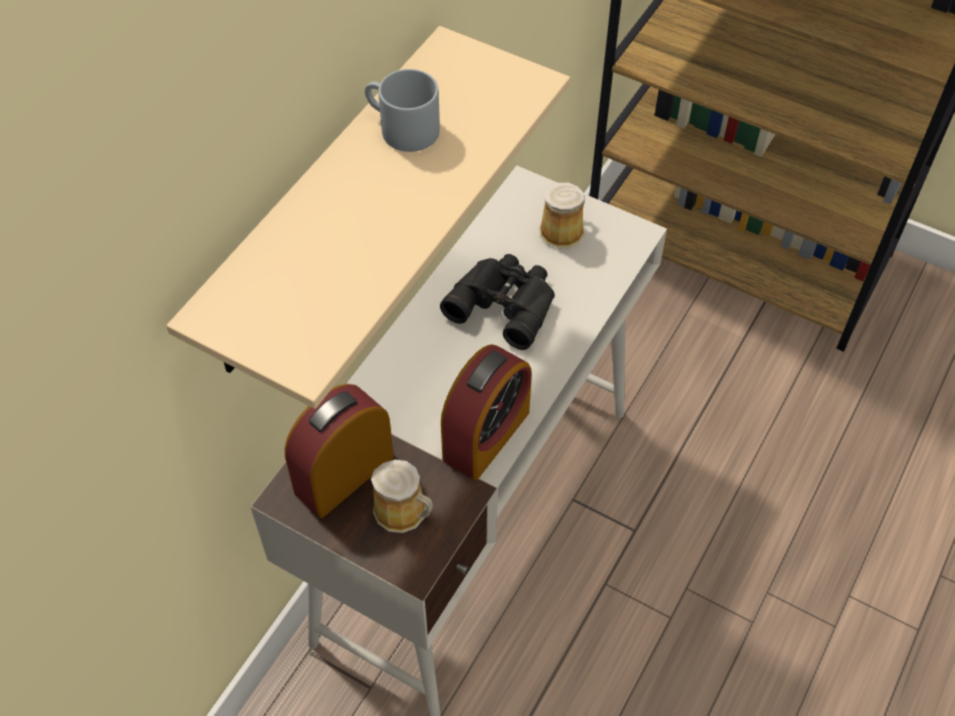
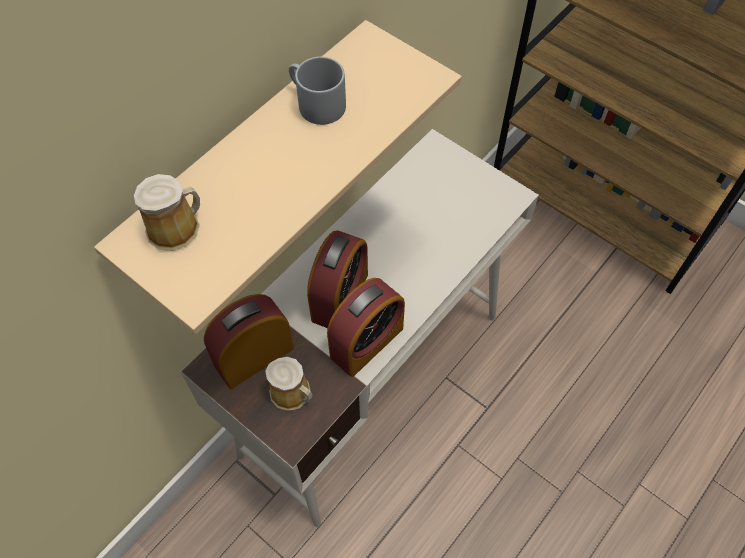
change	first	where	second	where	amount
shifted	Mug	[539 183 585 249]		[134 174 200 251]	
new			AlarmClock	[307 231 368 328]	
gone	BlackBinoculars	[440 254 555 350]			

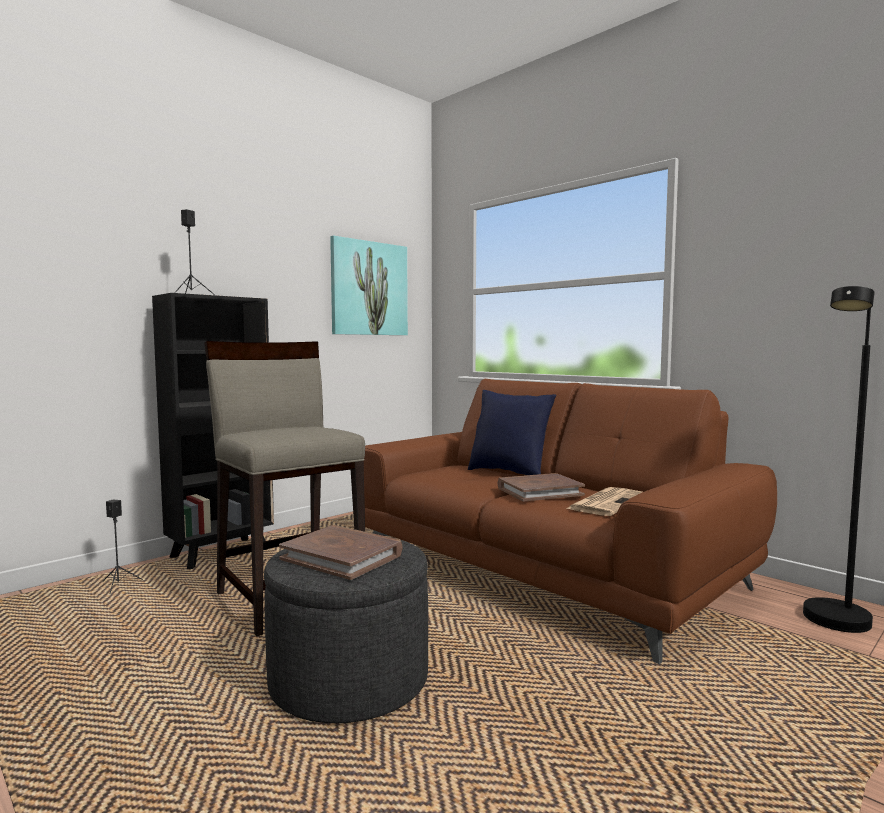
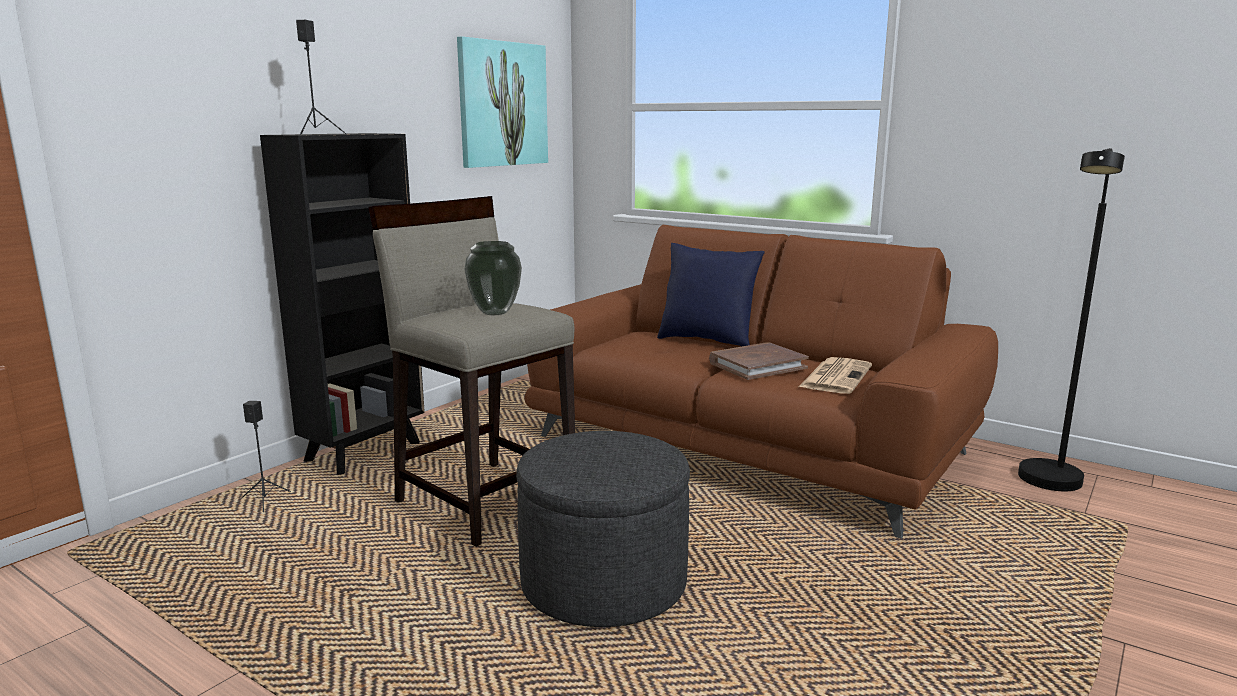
change	first	where	second	where	amount
new			Vase	[464 241 522 315]	
gone	BrownBook	[279 525 403 580]			

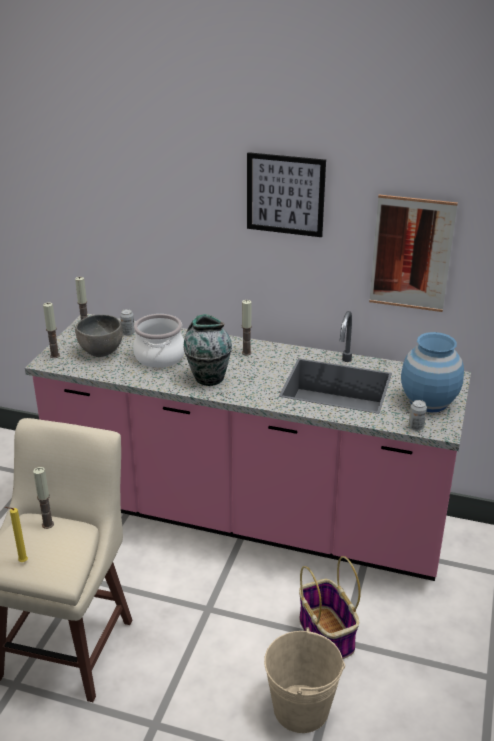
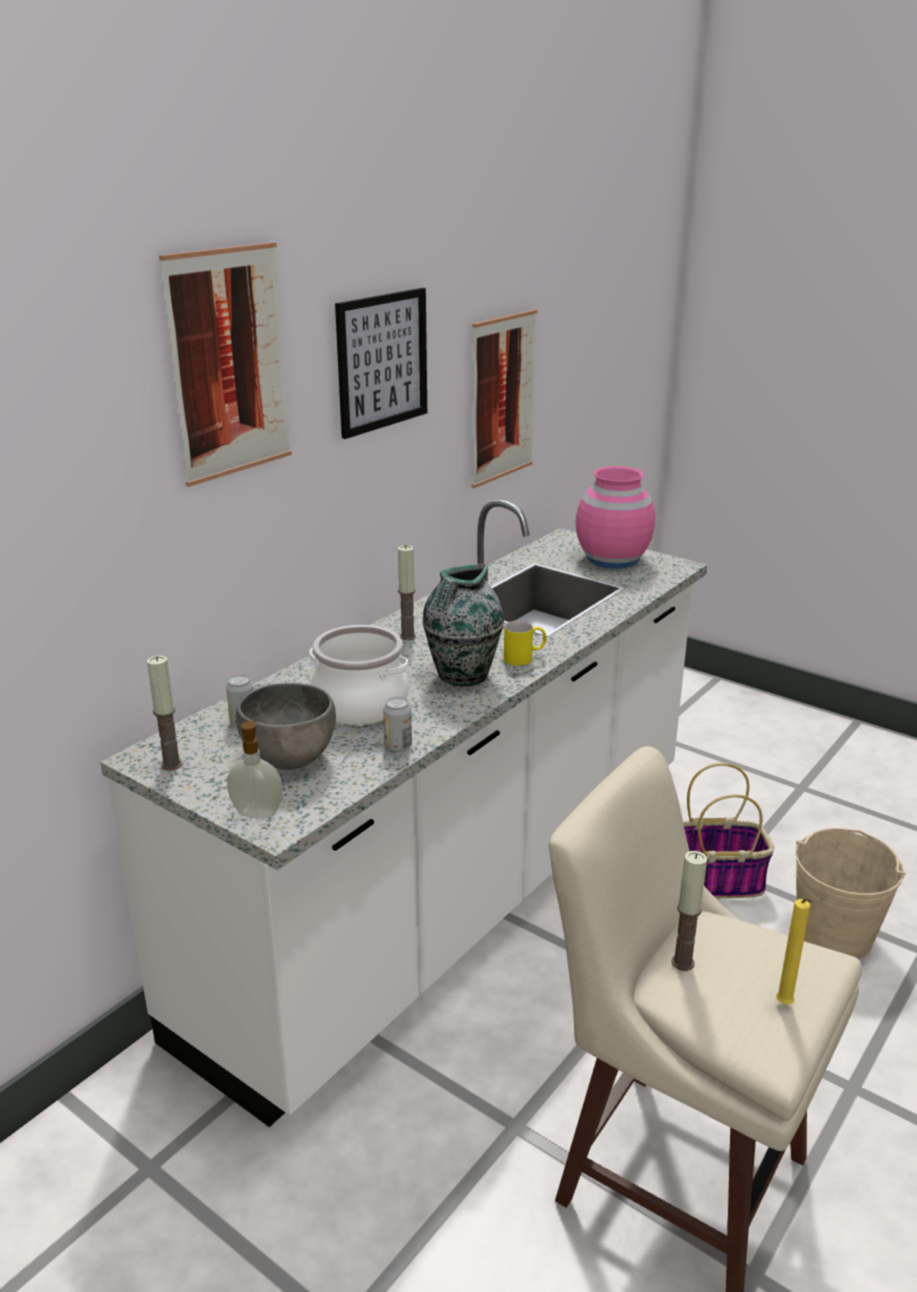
change	first	where	second	where	amount
repainted	PinkCounter	[25 311 471 581]	WhiteCounter	[100 500 707 1127]	
new			Picture	[159 242 292 487]	
swapped	Candle	[43 302 60 358]	SoapDispenser	[227 719 283 818]	
shifted	Can	[408 400 427 431]		[383 697 412 752]	
new			YellowMug	[504 621 547 666]	
repainted	BlueVase	[401 332 464 413]	PinkVase	[576 466 655 569]	

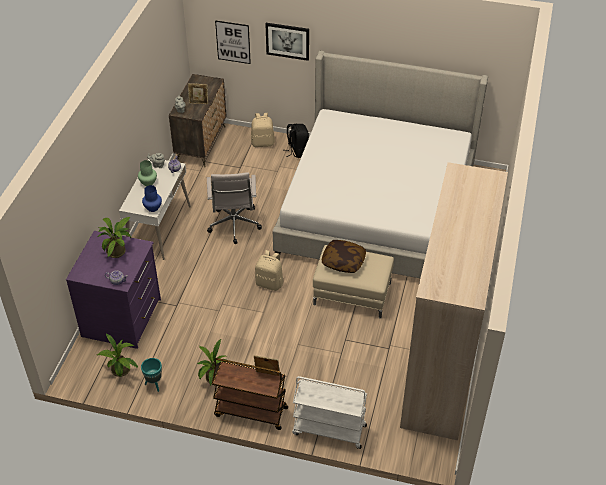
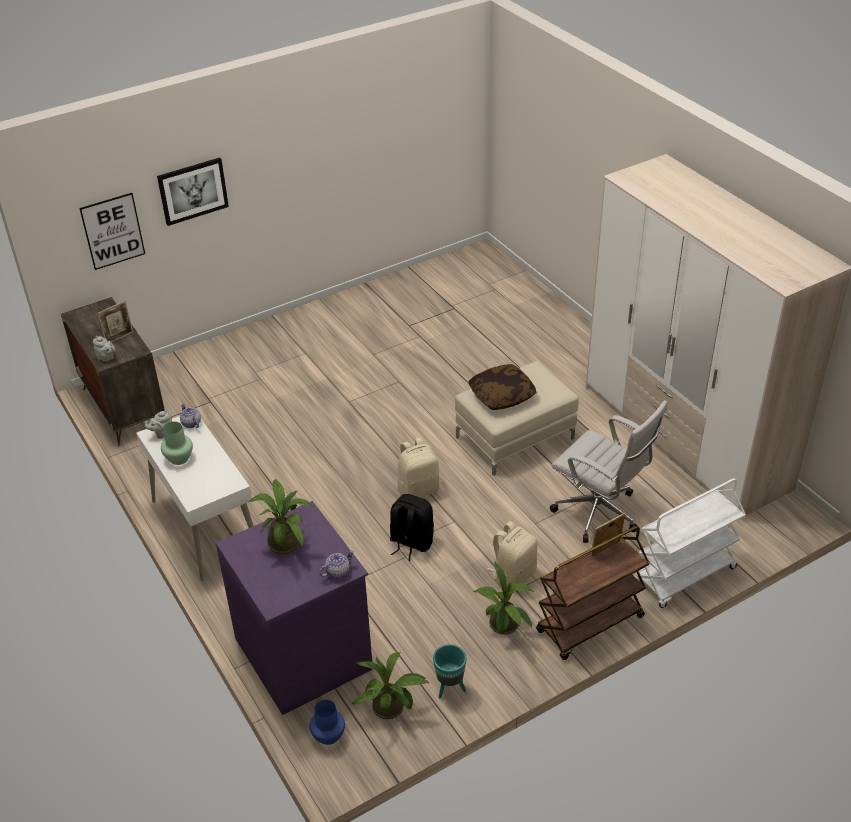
change	first	where	second	where	amount
shifted	BlueVase	[142 185 162 212]		[309 700 345 745]	
shifted	BlackBackpack	[285 124 309 158]		[390 494 434 561]	
shifted	BeigeBackpack	[251 113 275 147]		[487 521 538 586]	
shifted	WhiteOfficeChair	[207 172 262 244]		[550 400 667 543]	
gone	Bed	[273 51 488 278]			

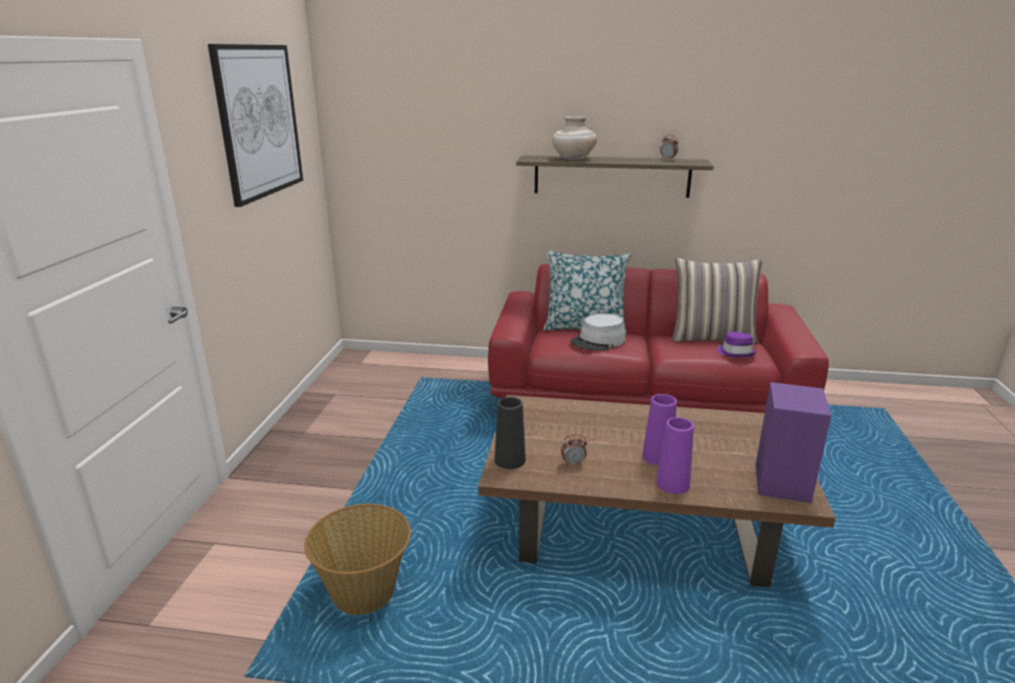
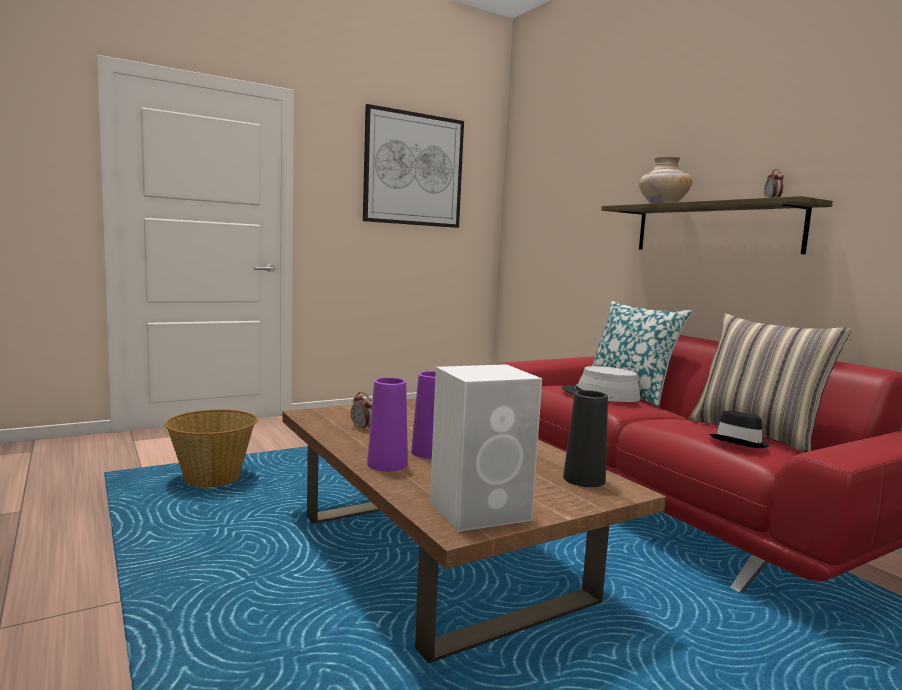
change	first	where	second	where	amount
repainted	PurpleSpeaker	[756 382 831 503]	WhiteSpeaker	[430 364 542 532]	
shifted	BlackVase	[494 397 526 469]		[563 390 608 487]	
repainted	PurpleHat	[717 332 757 357]	BlackHat	[709 411 770 448]	

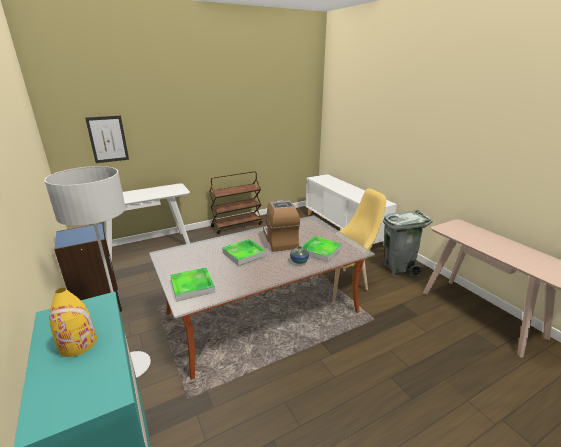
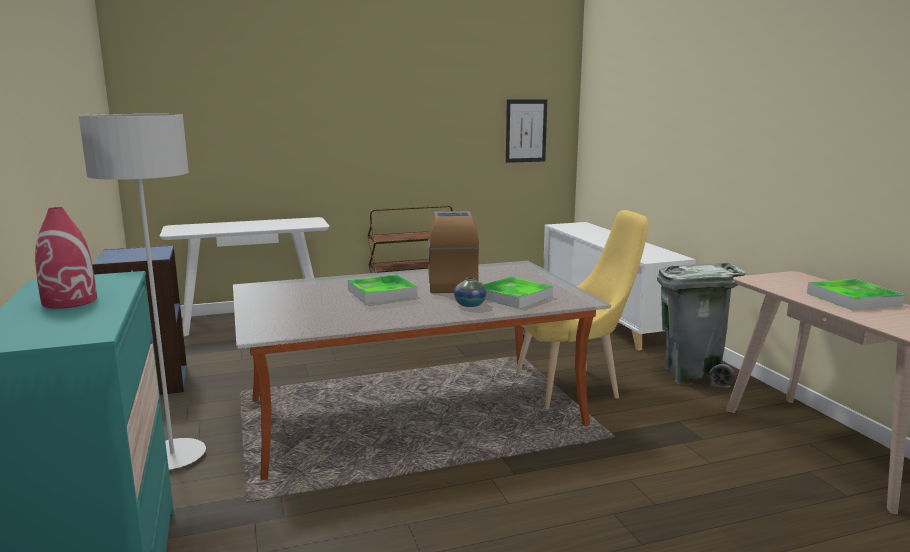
change	first	where	second	where	amount
repainted	YellowVase	[49 288 97 357]	RedVase	[35 207 97 309]	
shifted	Picture	[85 116 129 163]		[506 99 547 163]	
shifted	Tray	[170 267 215 302]		[807 279 905 310]	

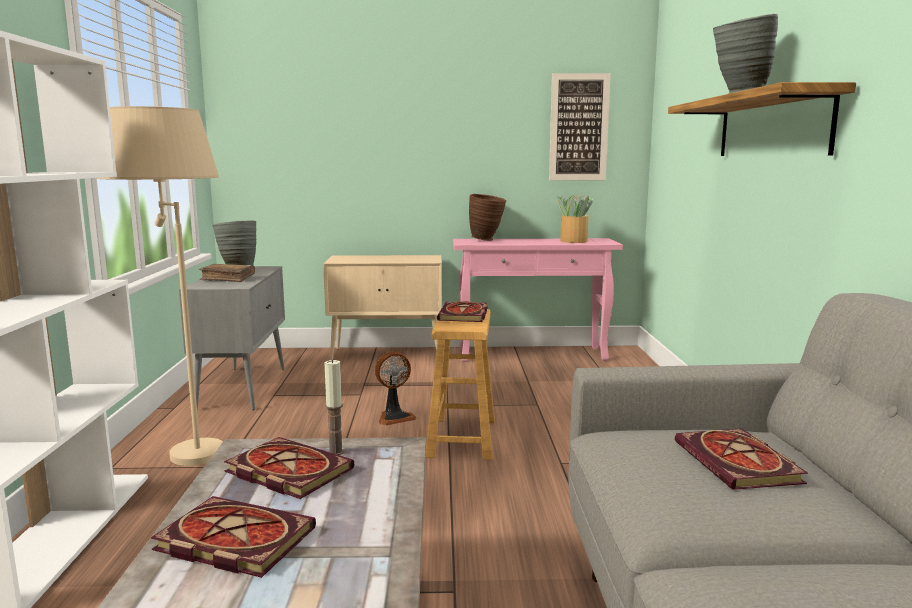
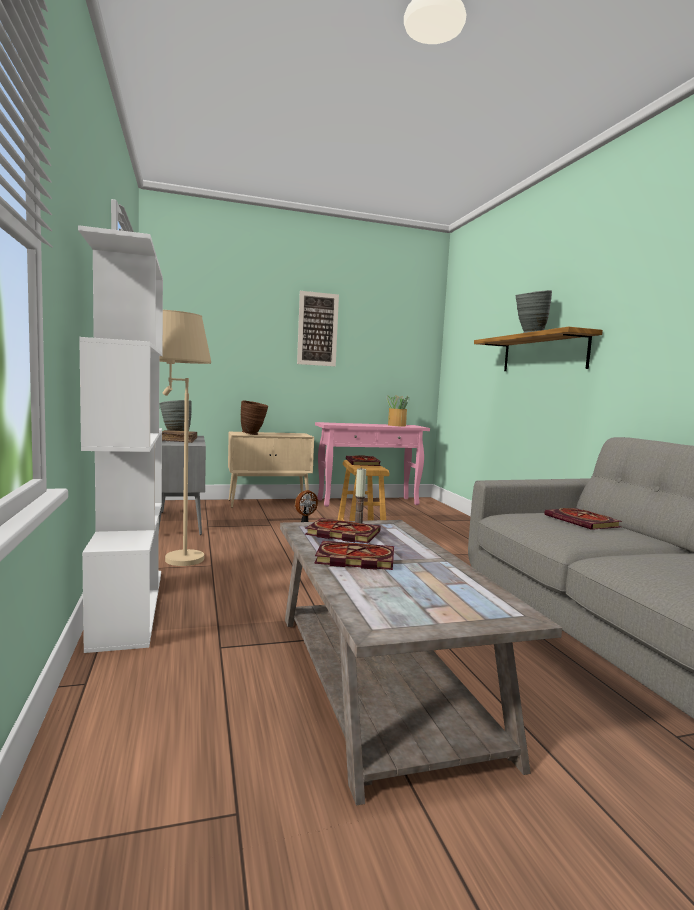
change	first	where	second	where	amount
shifted	BrownVase	[469 194 506 241]		[241 400 268 435]	
shifted	Picture	[549 73 611 180]		[297 291 339 366]	

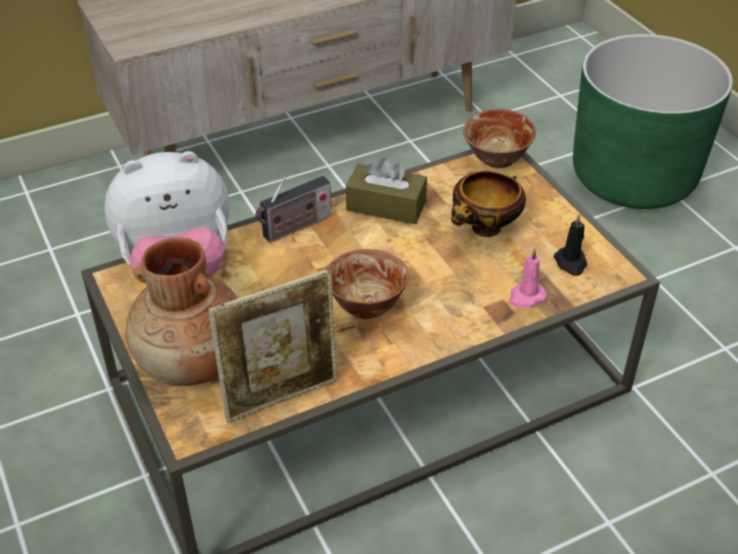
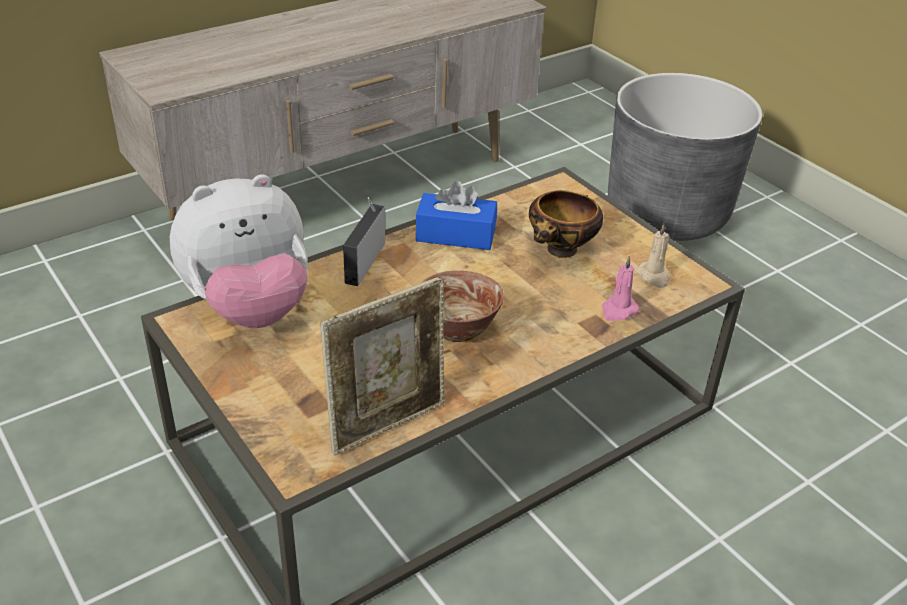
change	first	where	second	where	amount
rotated	Radio	[255 176 331 243]		[343 197 385 286]	150 degrees clockwise
repainted	BrownTissueBox	[346 157 427 224]	BlueTissueBox	[416 181 497 250]	
repainted	GreenPlanter	[573 34 733 209]	GreyPlanter	[608 73 762 241]	
repainted	BlackCandle	[553 214 587 276]	BeigeCandle	[636 223 671 288]	
gone	BrownVase	[125 238 238 386]			
gone	Bowl	[463 109 536 168]			

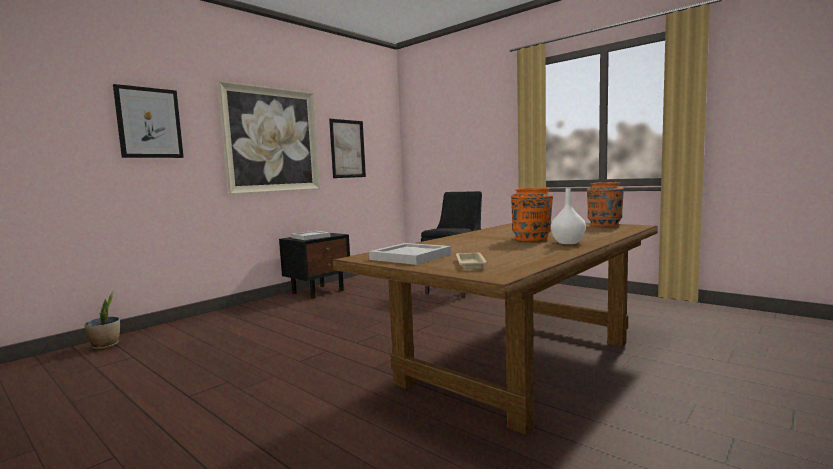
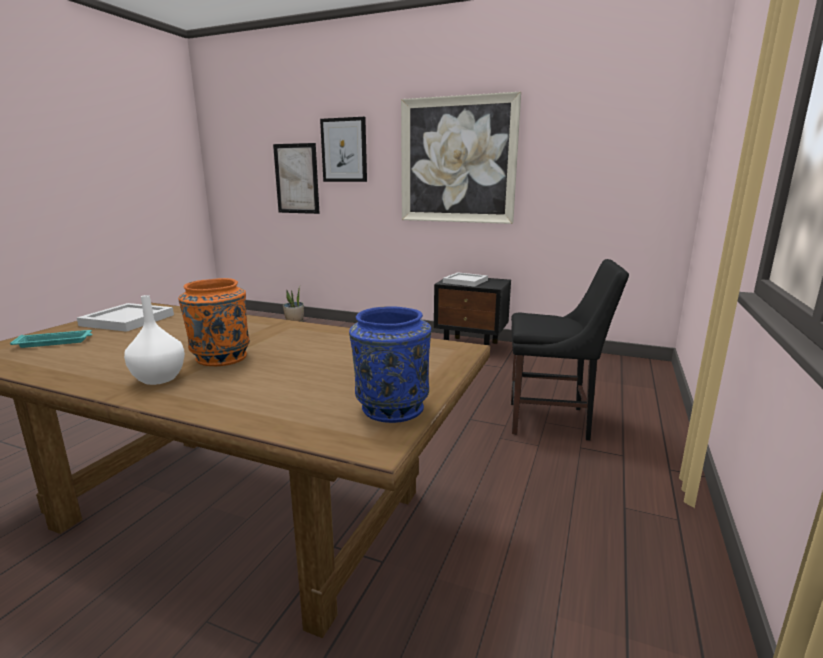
change	first	where	second	where	amount
repainted	BeigeTray	[456 253 488 269]	TurquoiseTray	[10 330 93 348]	
shifted	Picture	[329 119 366 178]		[273 143 320 214]	
repainted	OrangeVase	[587 182 624 227]	BlueVase	[349 306 431 423]	

